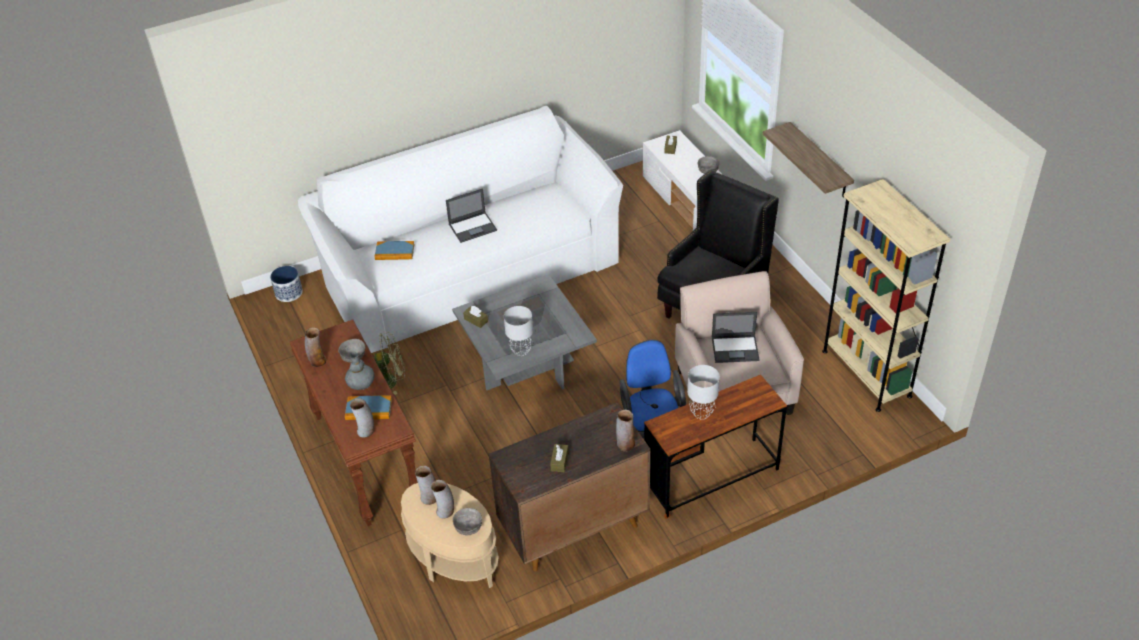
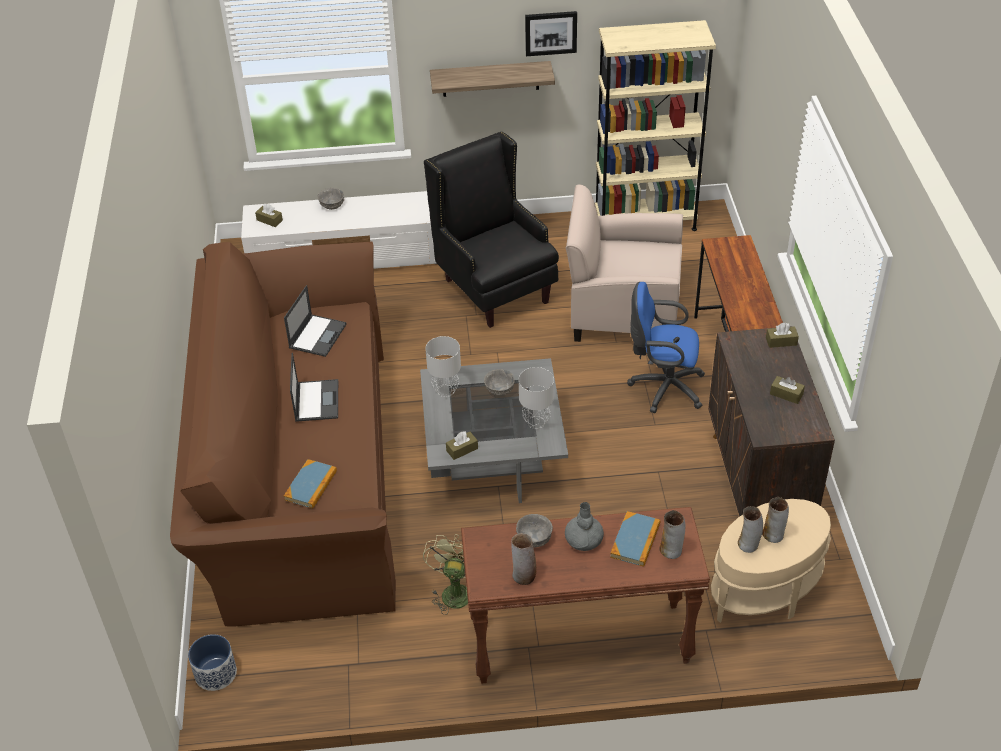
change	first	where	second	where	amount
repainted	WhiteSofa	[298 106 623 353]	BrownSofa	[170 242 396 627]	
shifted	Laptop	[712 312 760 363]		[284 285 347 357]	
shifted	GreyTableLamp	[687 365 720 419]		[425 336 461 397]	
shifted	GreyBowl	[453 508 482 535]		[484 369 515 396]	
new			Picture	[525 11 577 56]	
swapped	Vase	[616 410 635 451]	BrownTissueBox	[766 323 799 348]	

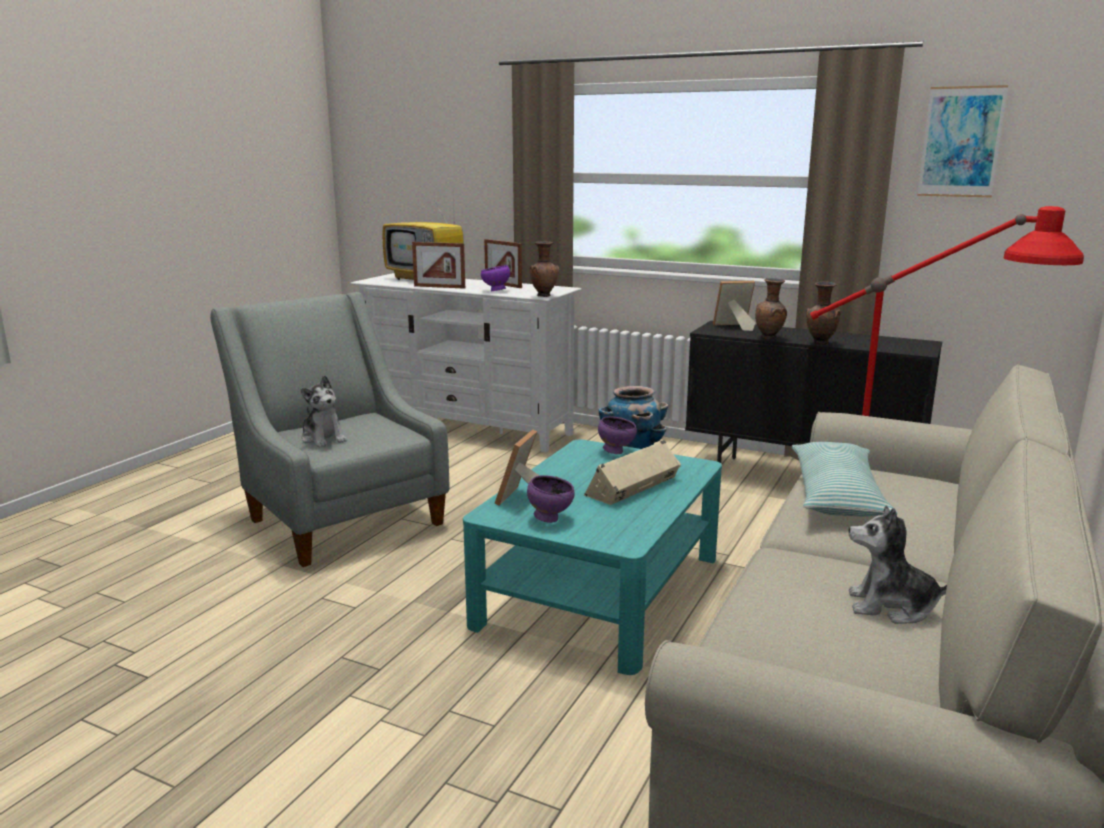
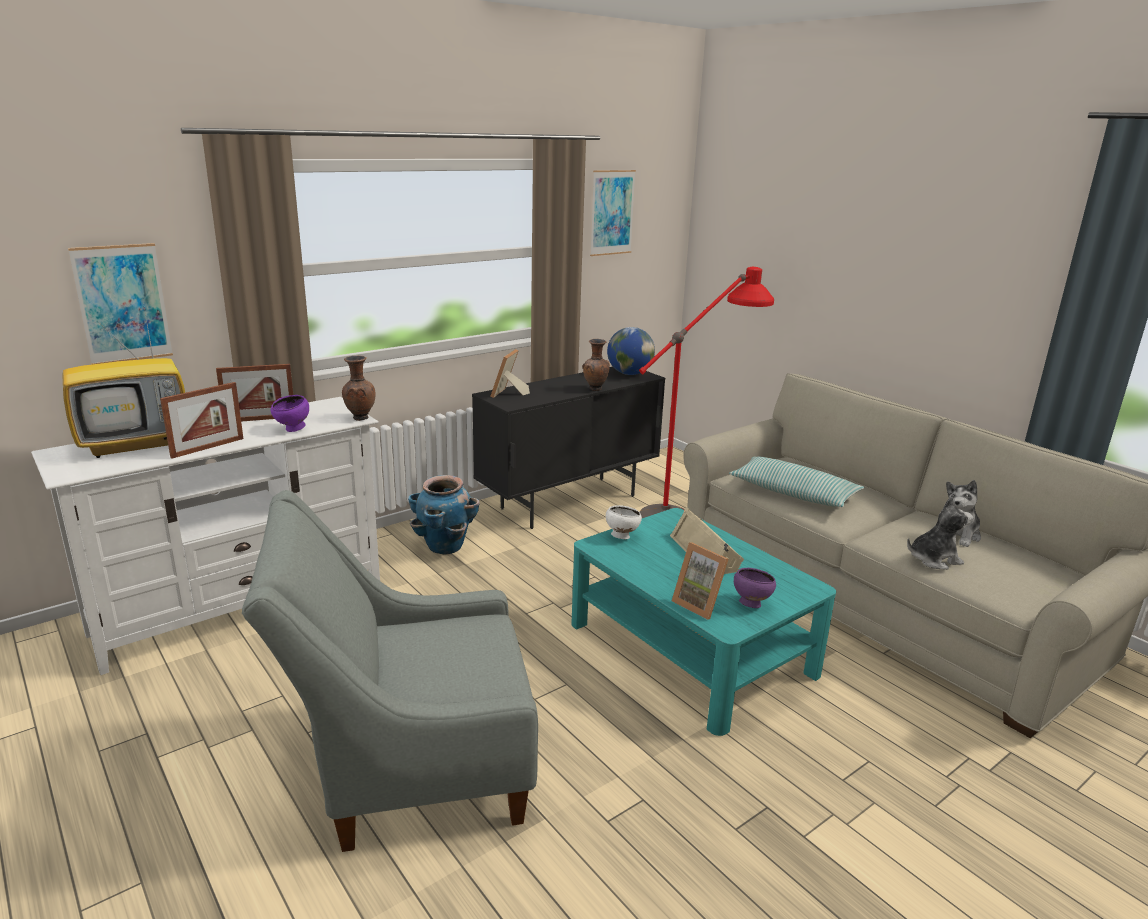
change	first	where	second	where	amount
new			Picture	[68 243 173 364]	
repainted	PurpleBowl	[598 416 637 454]	WhiteBowl	[606 505 642 539]	
new			Globe	[607 327 655 375]	
shifted	PlushToy	[301 375 347 447]		[907 497 973 570]	
gone	BrownVase	[755 278 787 339]			

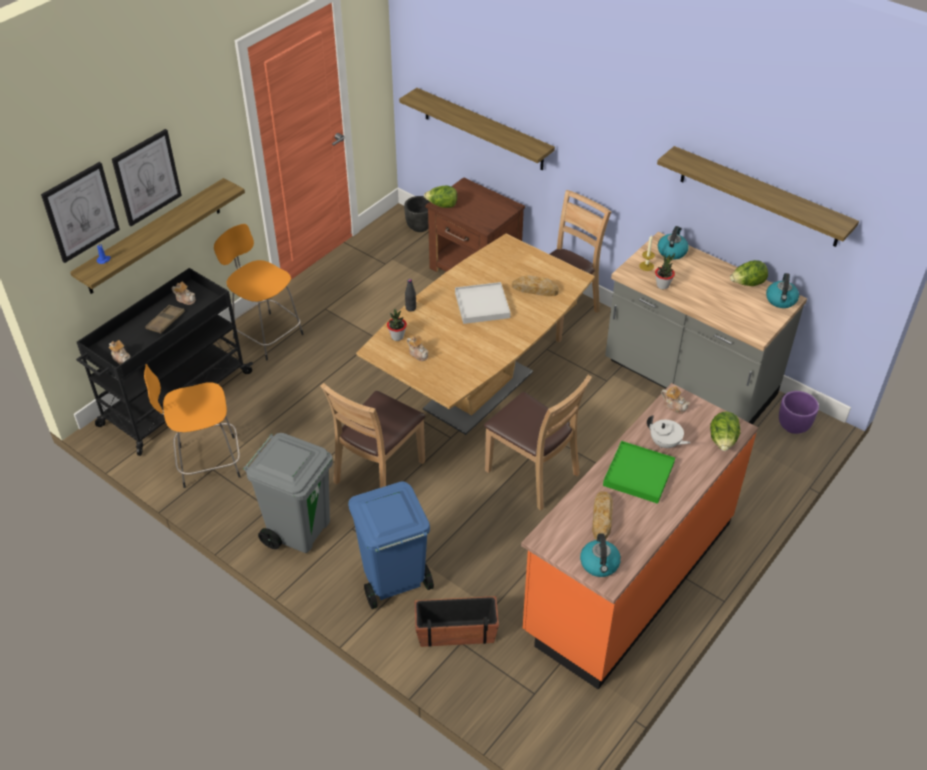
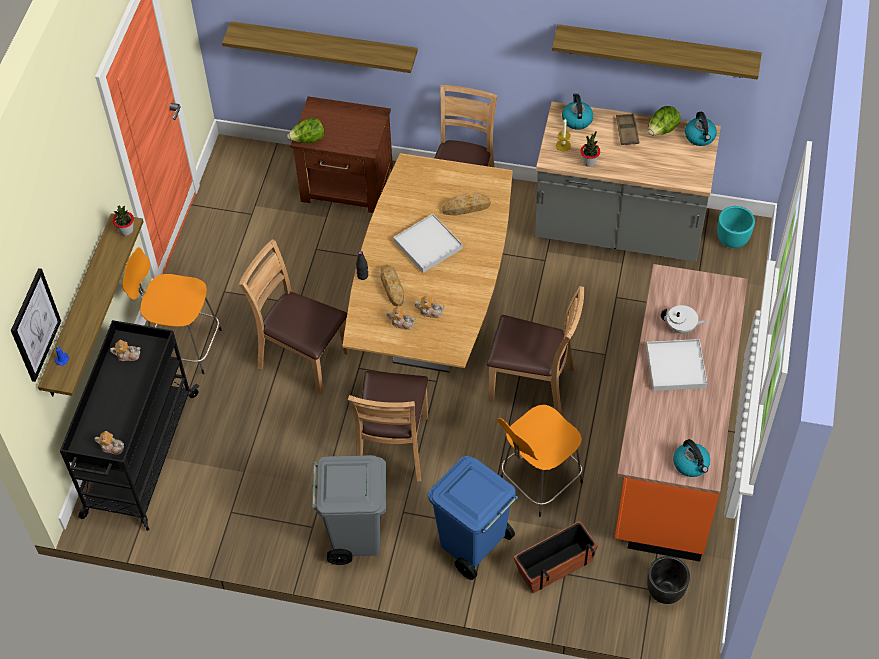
change	first	where	second	where	amount
shifted	PottedPlant	[387 309 407 341]		[113 205 134 236]	
new			BrownChair	[239 239 350 395]	
shifted	Bread	[592 491 613 540]		[380 264 404 307]	
shifted	Teapot	[661 386 690 414]		[415 295 445 318]	
shifted	OrangeStool	[144 364 241 488]		[497 405 583 517]	
shifted	BrownTray	[145 305 185 333]		[616 114 639 145]	
repainted	GreenTray	[603 441 675 504]	WhiteTray	[646 339 707 391]	
shifted	BlackPlanter	[404 196 430 232]		[647 556 690 604]	
repainted	PurplePlanter	[779 391 819 434]	TurquoisePlanter	[717 206 755 248]	
gone	Picture	[112 129 182 226]			
gone	Lettuce	[710 412 740 451]			

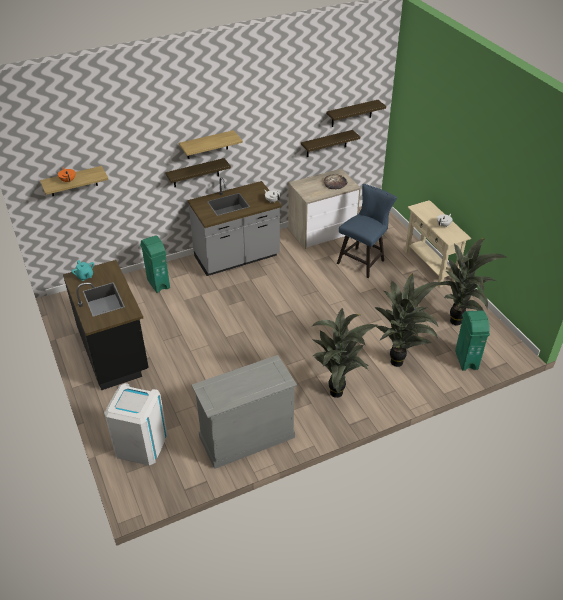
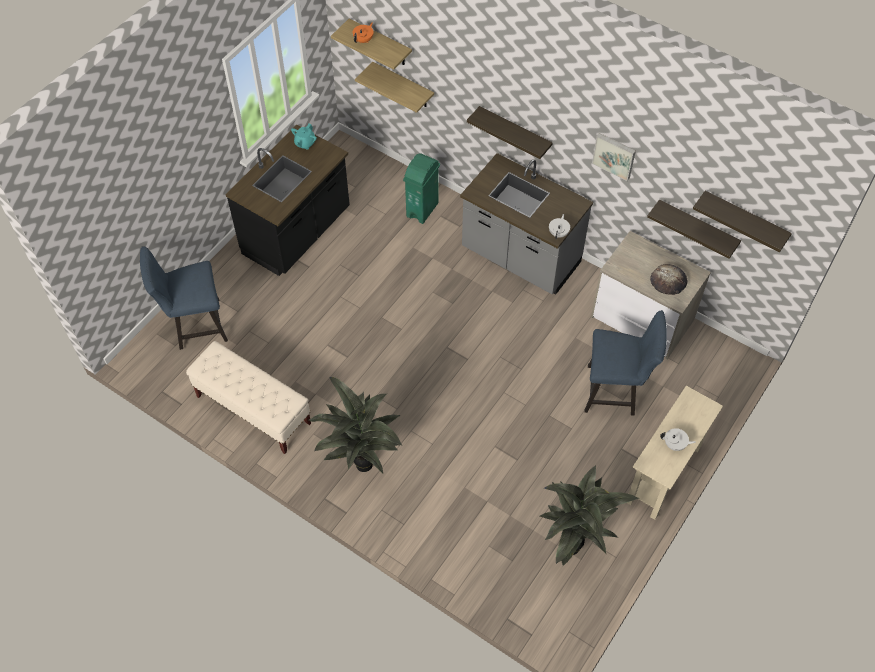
change	first	where	second	where	amount
swapped	WhiteTrashCan	[104 383 168 466]	BlueChair	[140 246 228 350]	
swapped	GreyDresser	[191 355 297 469]	BeigeBench	[186 341 311 454]	
shifted	Shelf	[179 130 243 159]		[355 62 434 113]	
new			Picture	[592 133 636 181]	
gone	PottedPlant	[374 273 440 367]			
gone	GreenTrashCan	[455 310 490 371]			

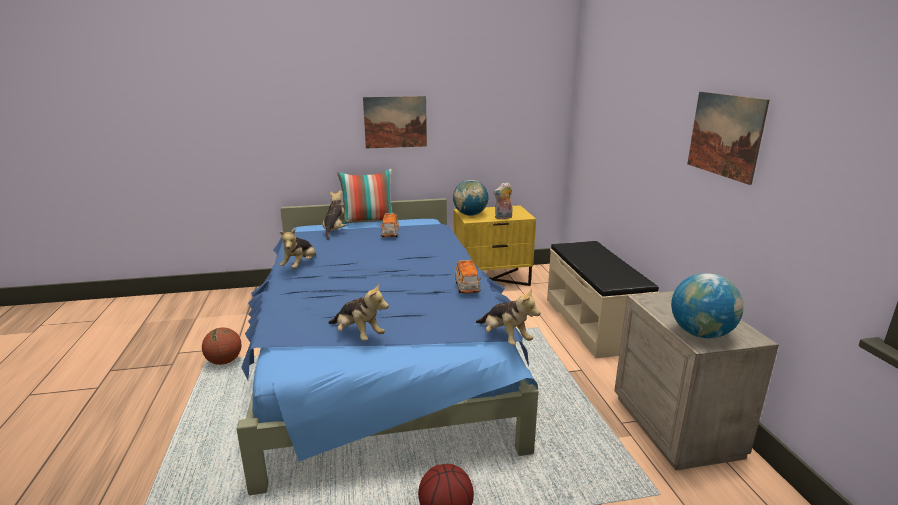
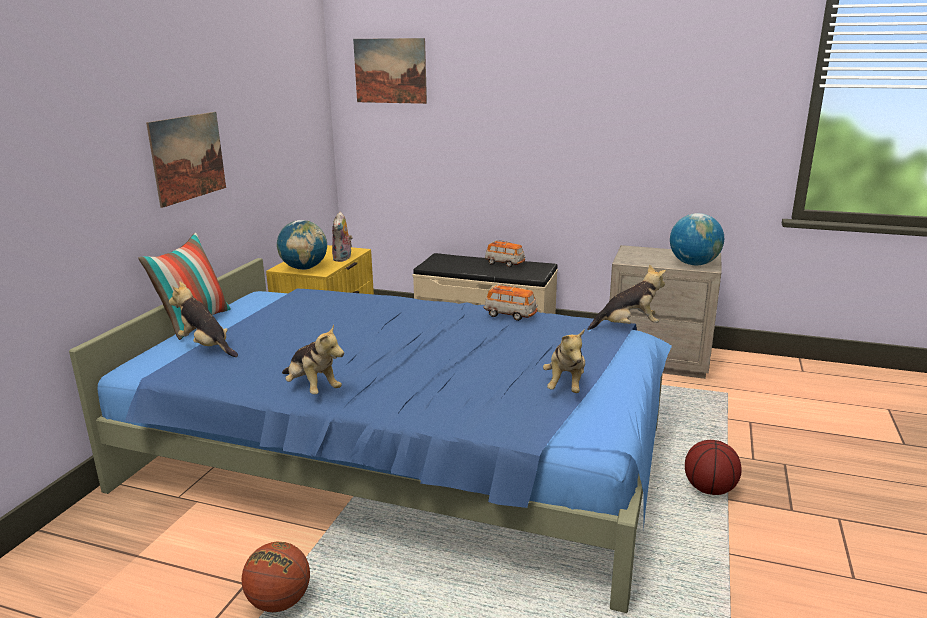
change	first	where	second	where	amount
shifted	Picture	[687 92 769 185]		[353 38 427 104]	
shifted	ToyCar	[380 213 399 237]		[485 240 525 267]	
rotated	PlushToy	[328 282 389 341]		[543 329 585 393]	120 degrees clockwise

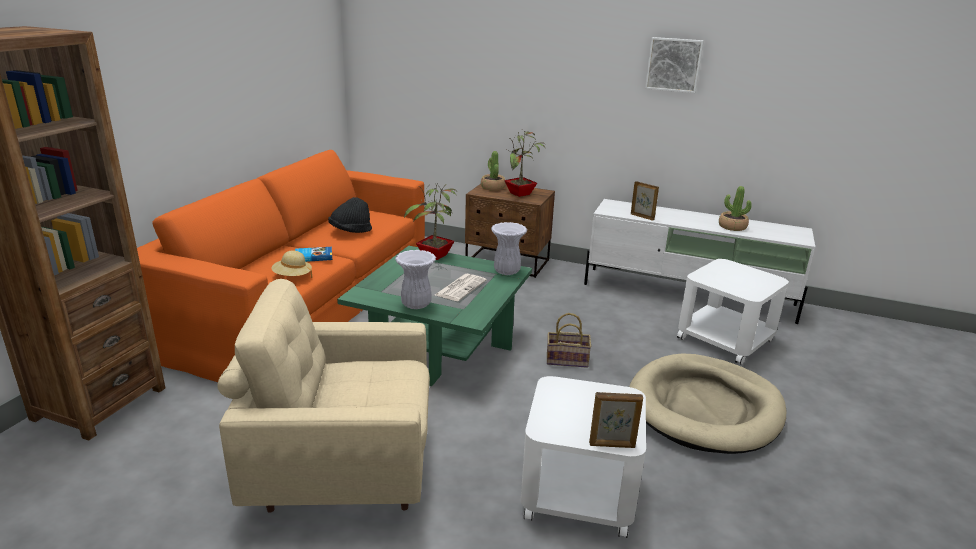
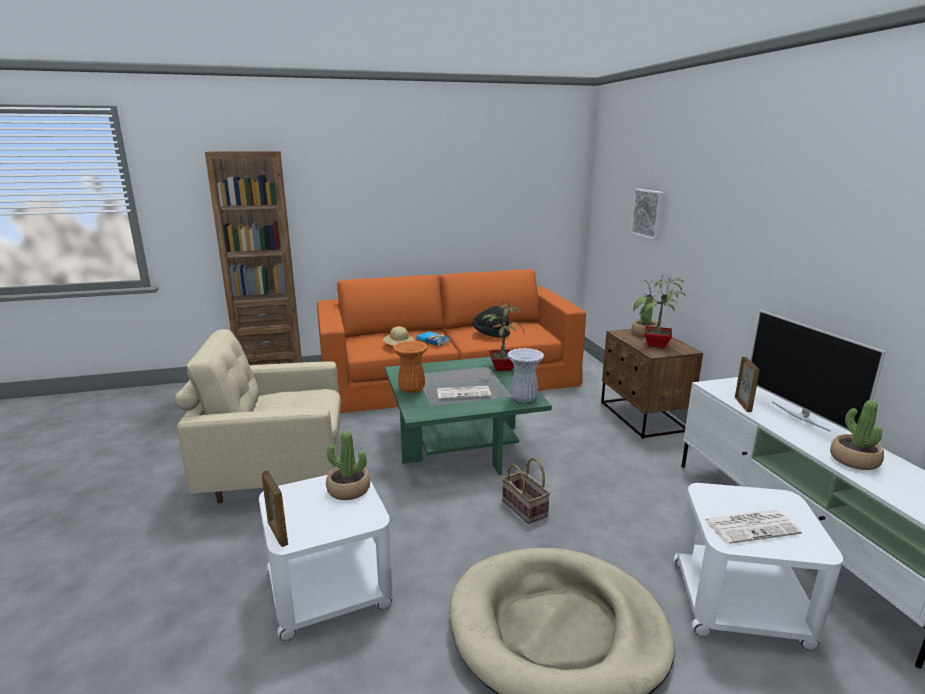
change	first	where	second	where	amount
rotated	BeigeArmchair	[217 279 430 512]		[175 329 341 504]	60 degrees counterclockwise
new			PottedPlant	[326 431 370 500]	
repainted	WhiteVase	[395 250 436 309]	OrangeVase	[393 341 428 393]	
shifted	Picture	[645 37 704 93]		[630 189 665 240]	
new			Newspaper	[704 510 802 544]	
new			Television	[750 310 886 432]	

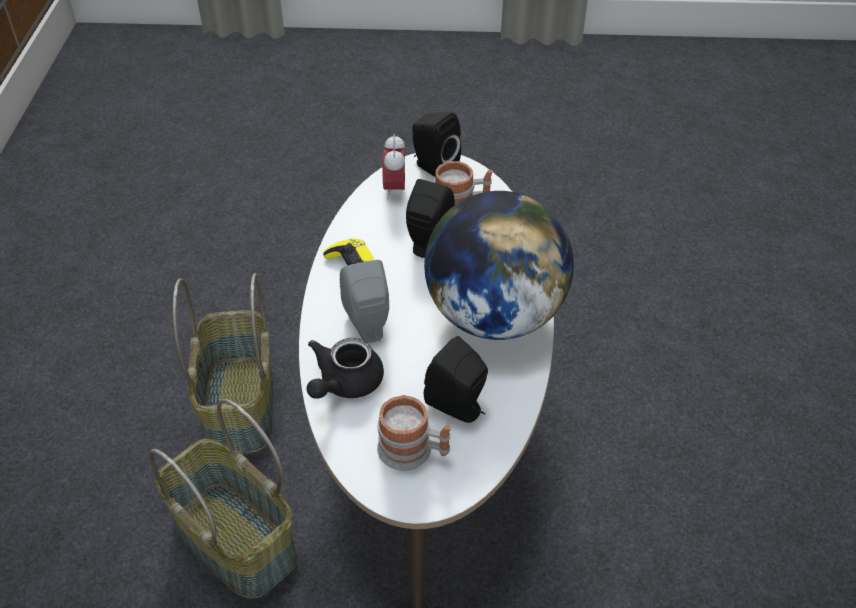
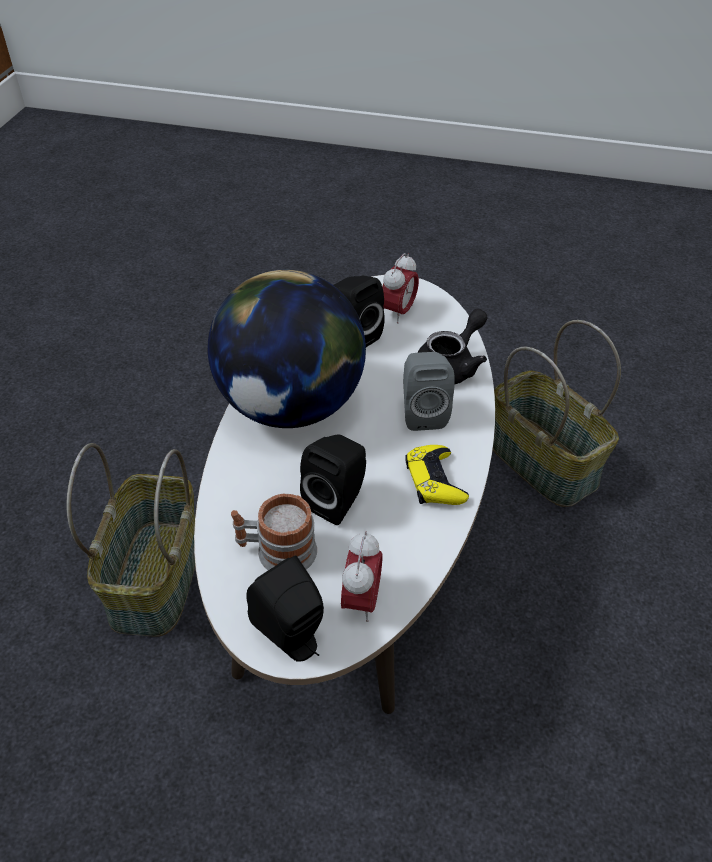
change	first	where	second	where	amount
shifted	Basket	[173 273 273 453]		[66 443 195 637]	
swapped	Mug	[377 395 451 471]	AlarmClock	[382 253 419 324]	

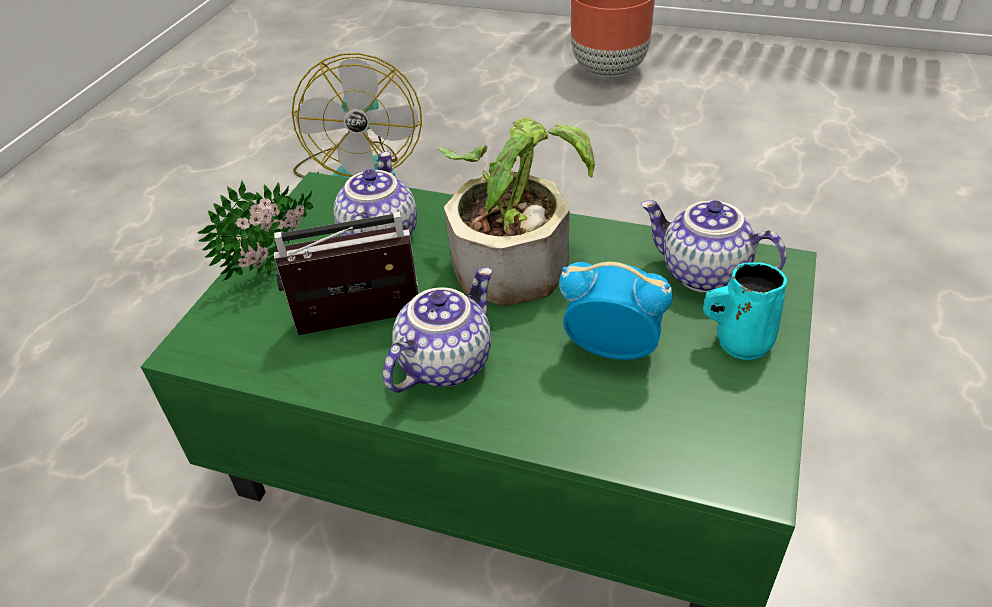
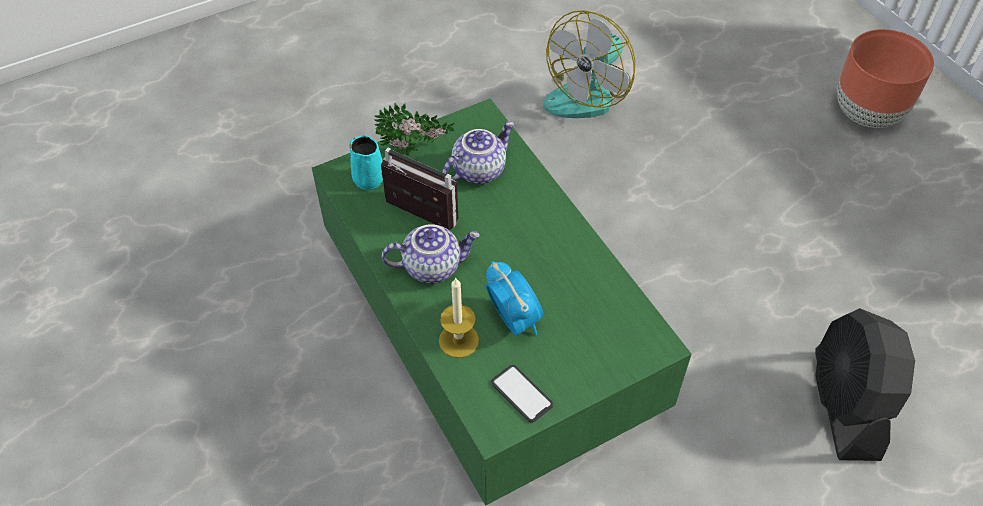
change	first	where	second	where	amount
shifted	TurquoiseMug	[703 262 787 360]		[350 135 383 190]	
new			Candle	[439 277 479 358]	
new			Phone	[491 365 553 423]	
new			BlackFan	[815 308 915 461]	
gone	PottedPlant	[439 118 595 306]			
gone	Teapot	[641 200 787 293]			

